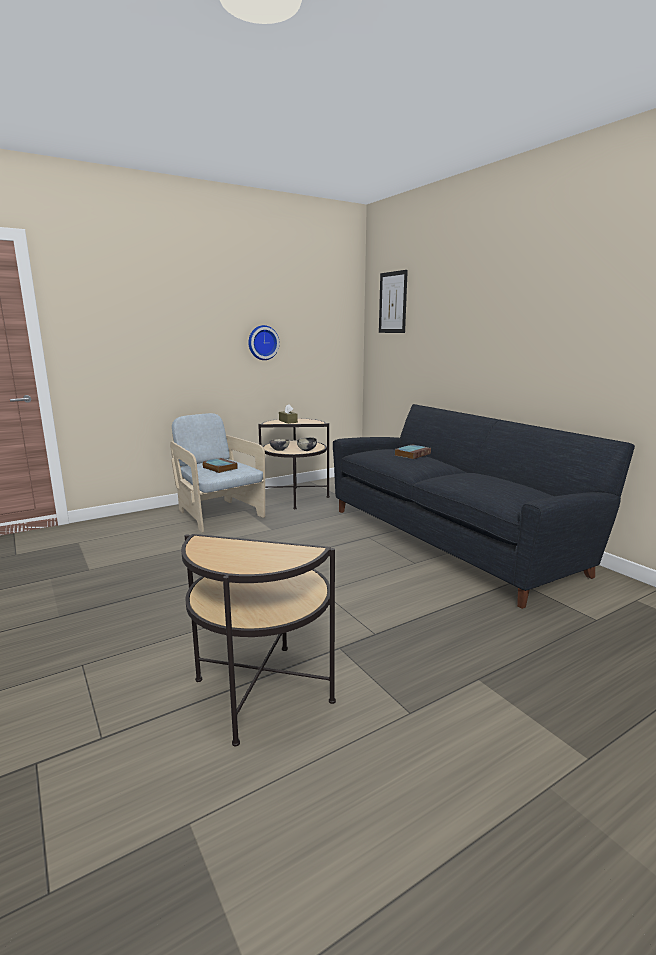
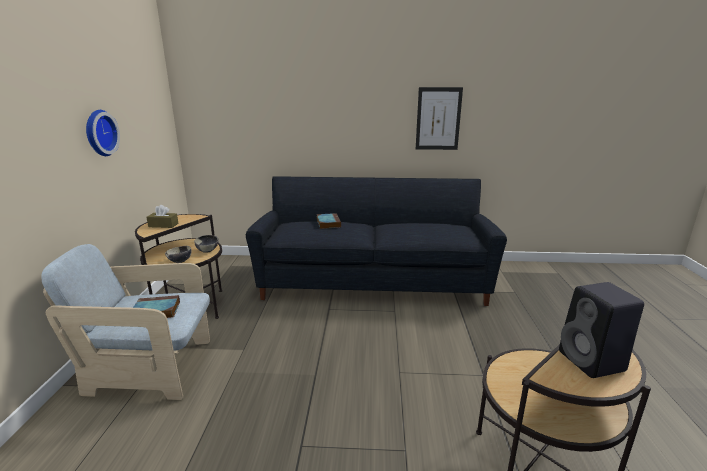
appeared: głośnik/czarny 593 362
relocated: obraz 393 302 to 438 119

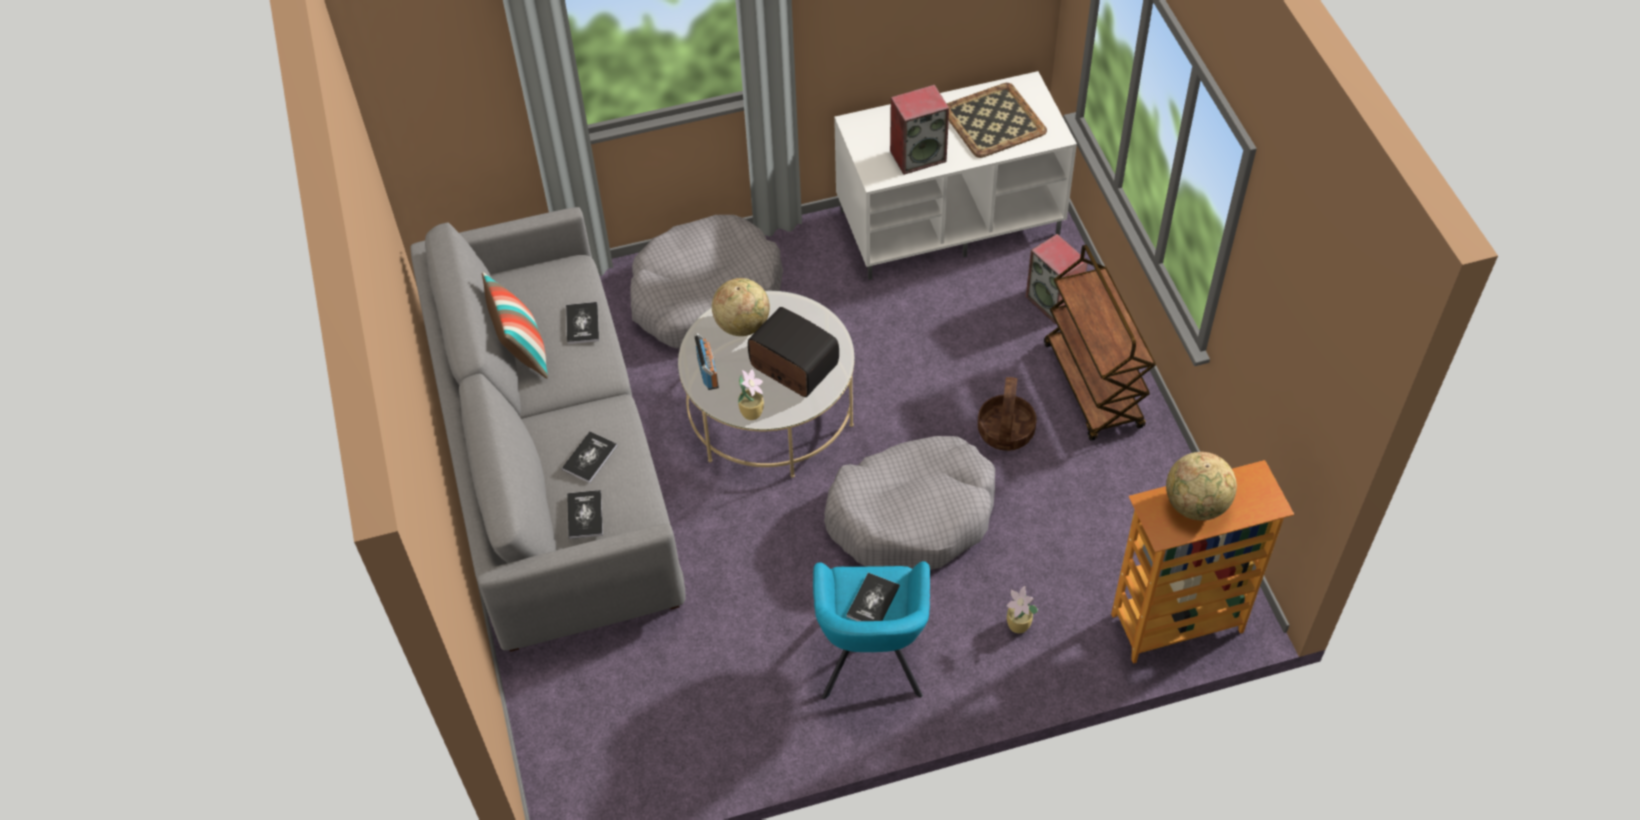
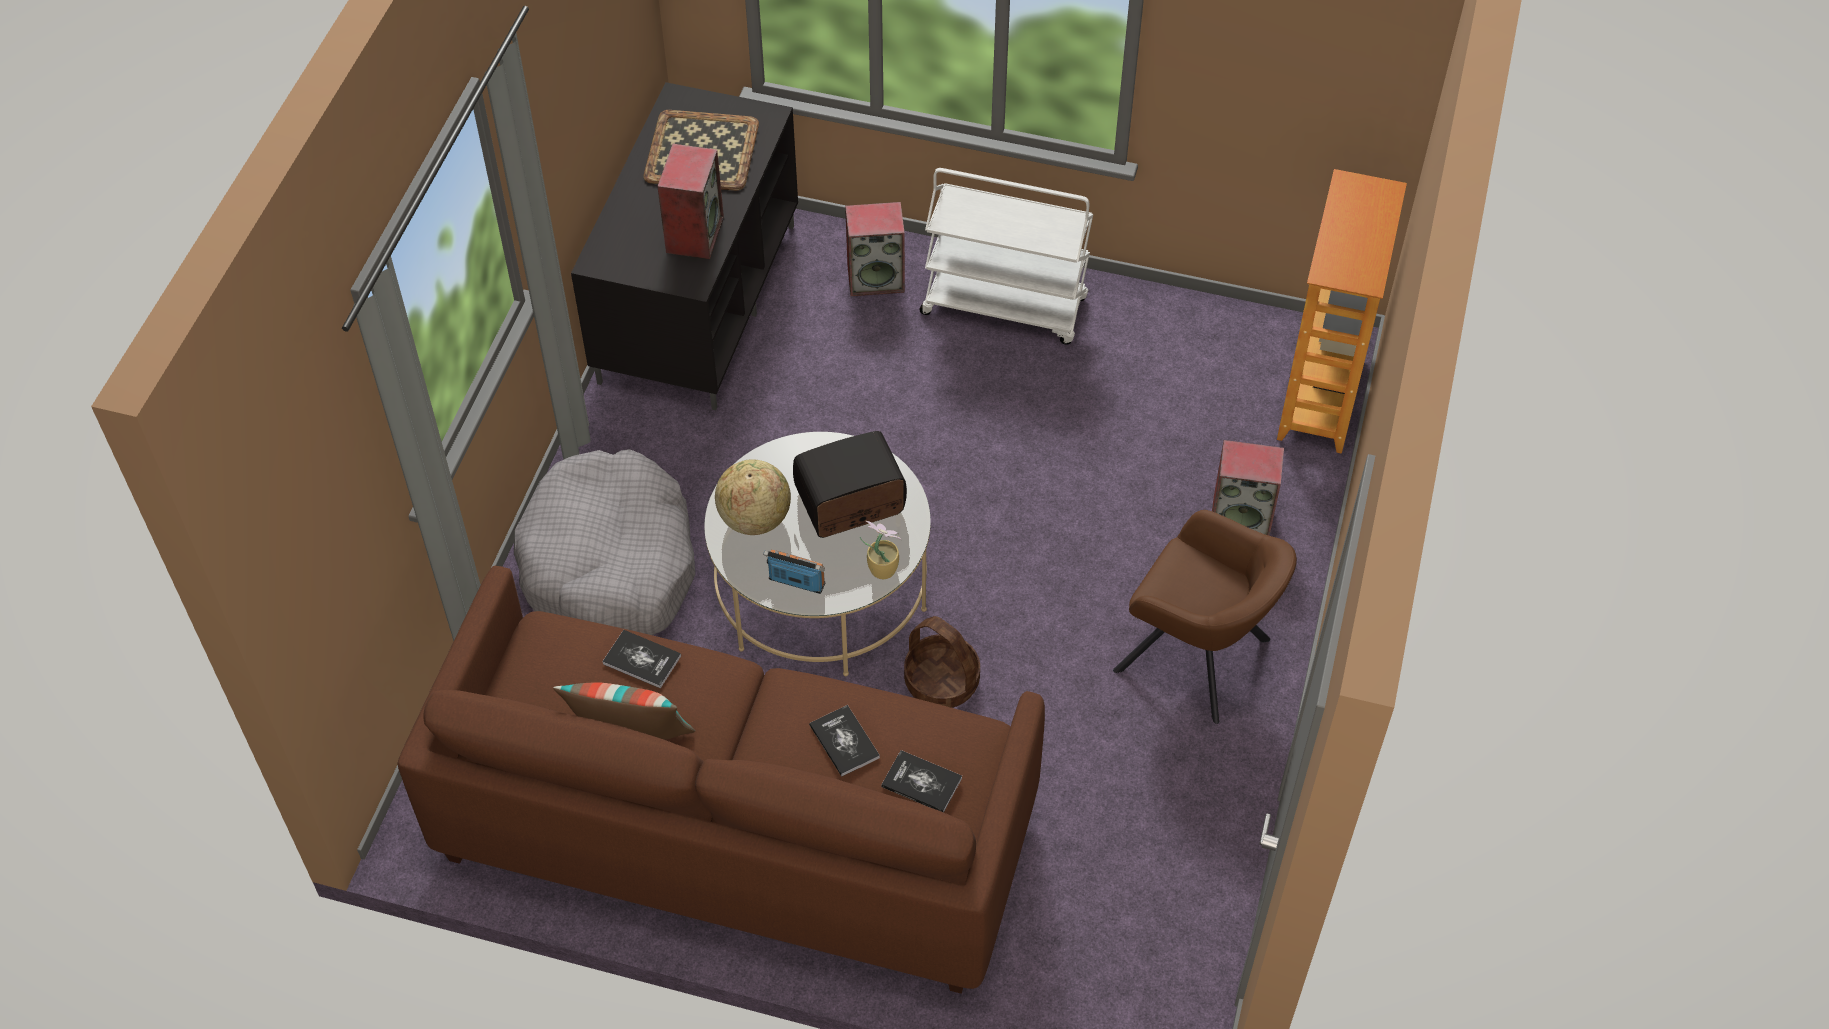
missing: legowisko/szary 912 515; książka 873 601; globus 1196 505
relocated: koszyk 1006 431 to 942 681
exchanged: roślina doniczkowa 1018 626 to głośnik 1241 518
colour: kanapa/szary 555 467 to kanapa/brązowy 736 829; szafka pod telewizor/biały 950 220 to szafka pod telewizor/czarny 697 300; wózek/brązowy 1093 386 to wózek/biały 1005 306; fotel/turkusowy 871 659 to fotel/brązowy 1198 657

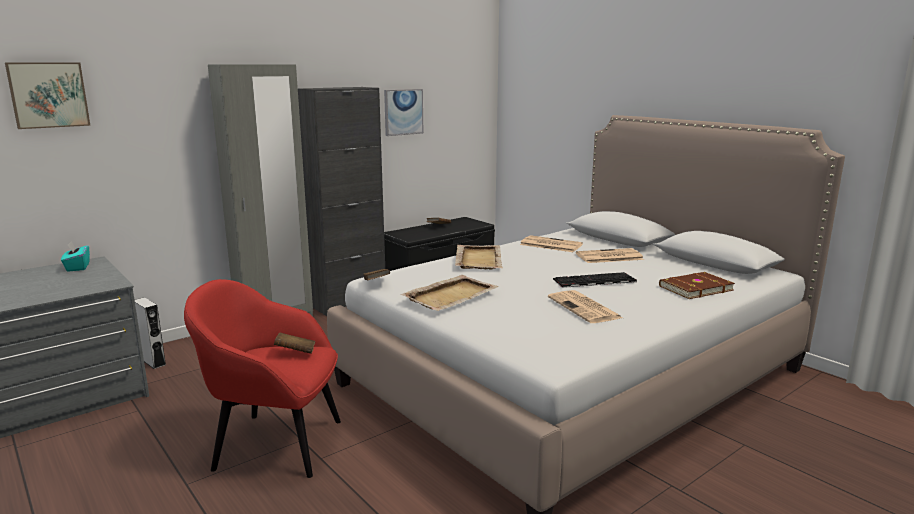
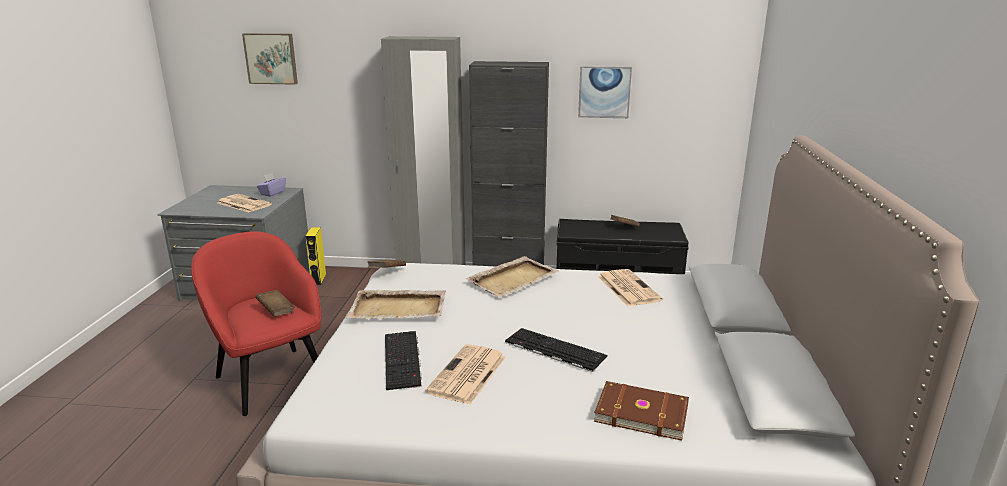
appeared: klawiatura 403 360
relocated: gazeta 608 257 to 243 204
colour: pudełko chusteczek/turkusowy 77 267 to pudełko chusteczek/fioletowy 272 193; głośnik/szary 153 362 to głośnik/żółty 318 279

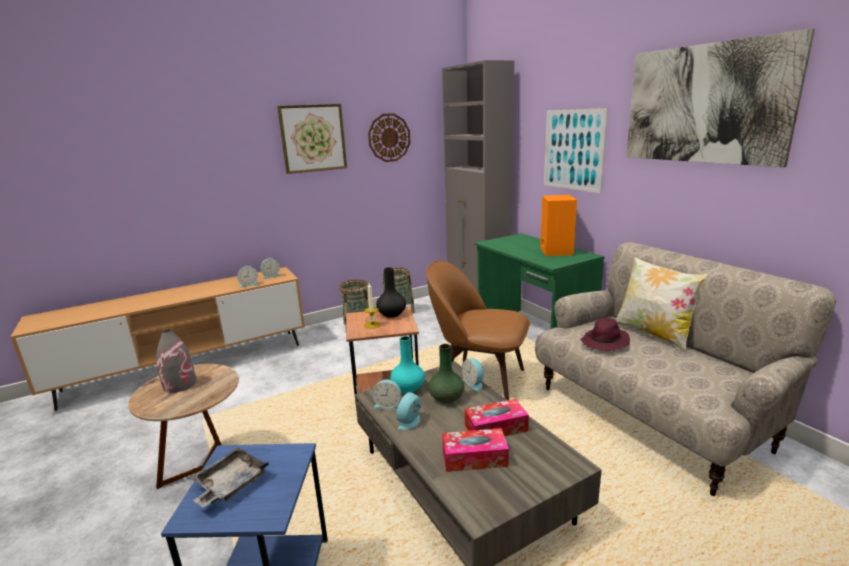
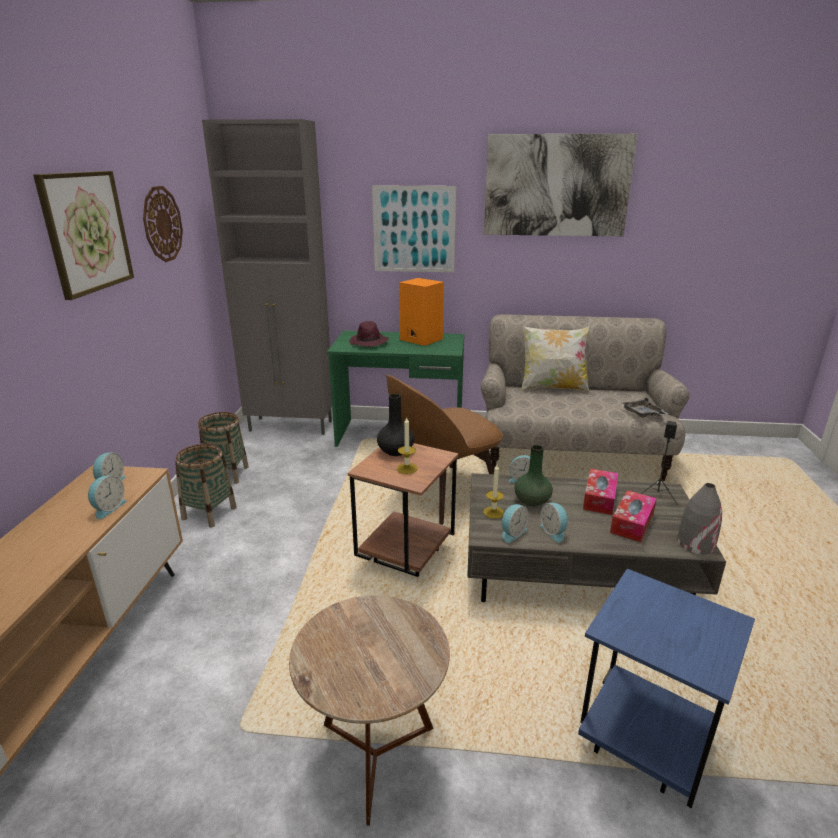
appeared: głośnik/czarny 658 495
relocated: kapelusz/fioletowy 605 342 to 369 342; taca/szary 229 484 to 643 414; wazon/szary 180 384 to 695 543
exchanged: wazon/turkusowy 408 388 to świeca 493 512

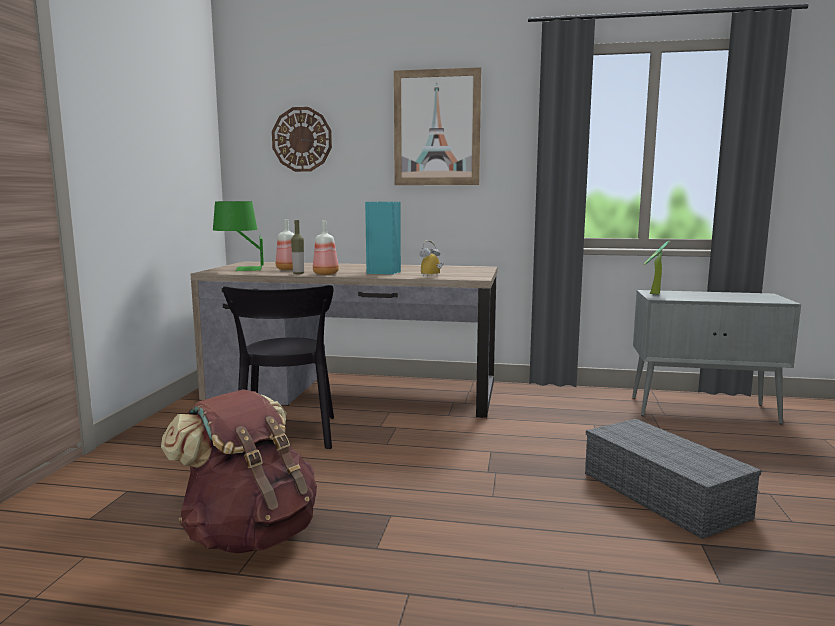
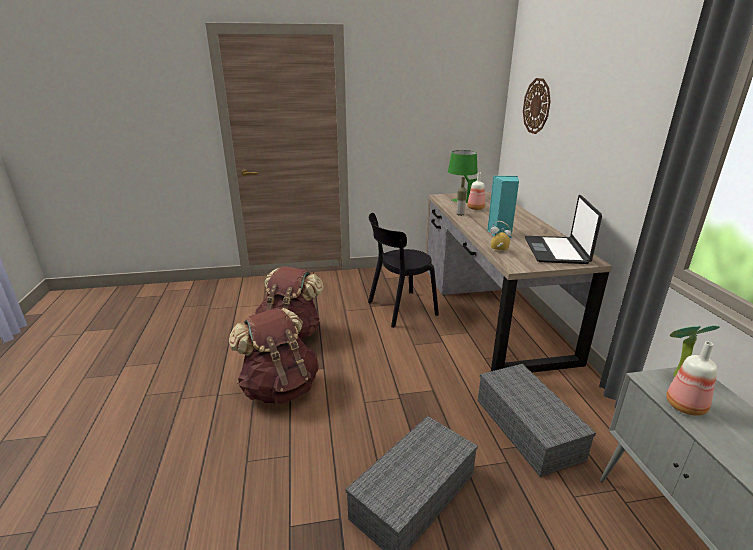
missing: obraz 437 128
appeared: plecak/brązowy 280 388; pojemnik do przechowywania/szary 529 429; laptop 556 251
relocated: butelka 326 274 to 686 406

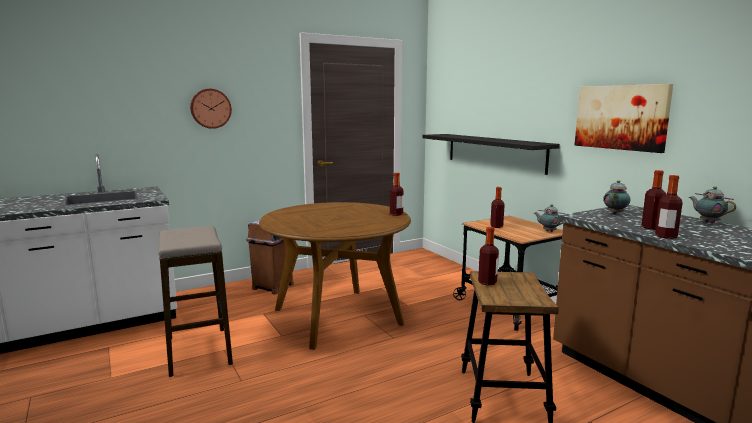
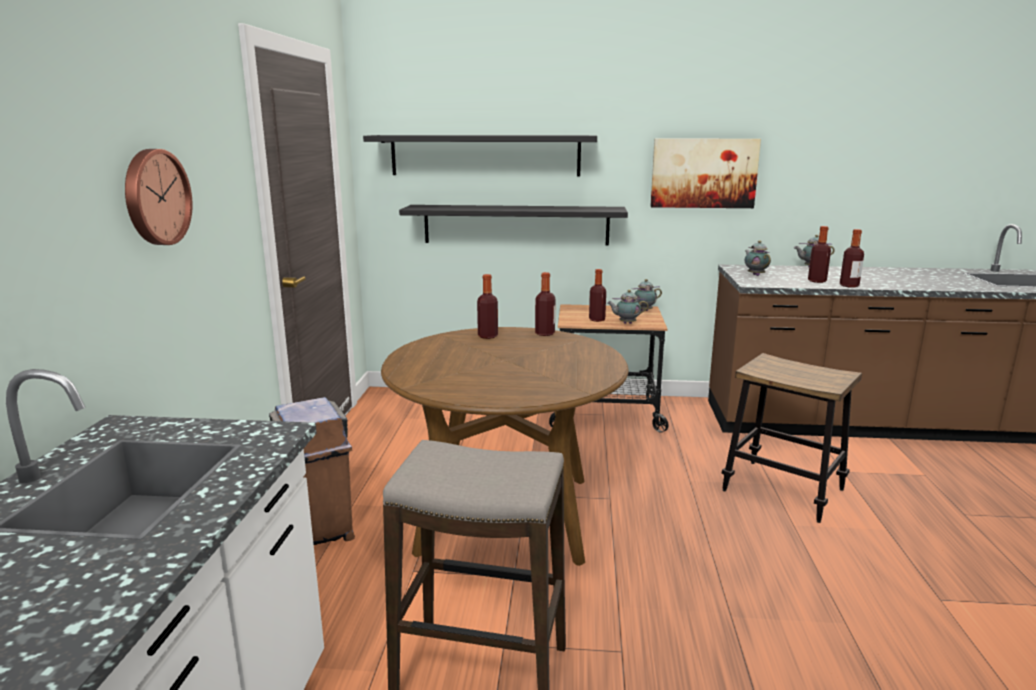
appeared: półka/czarny 485 155; imbryk 626 323
relocated: butelka 487 282 to 487 336

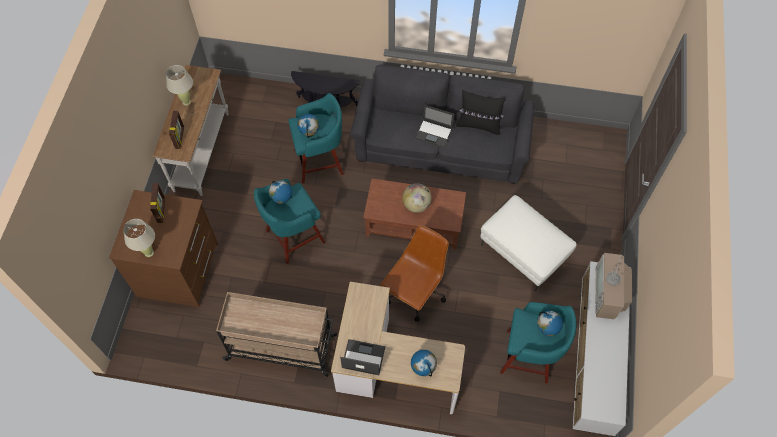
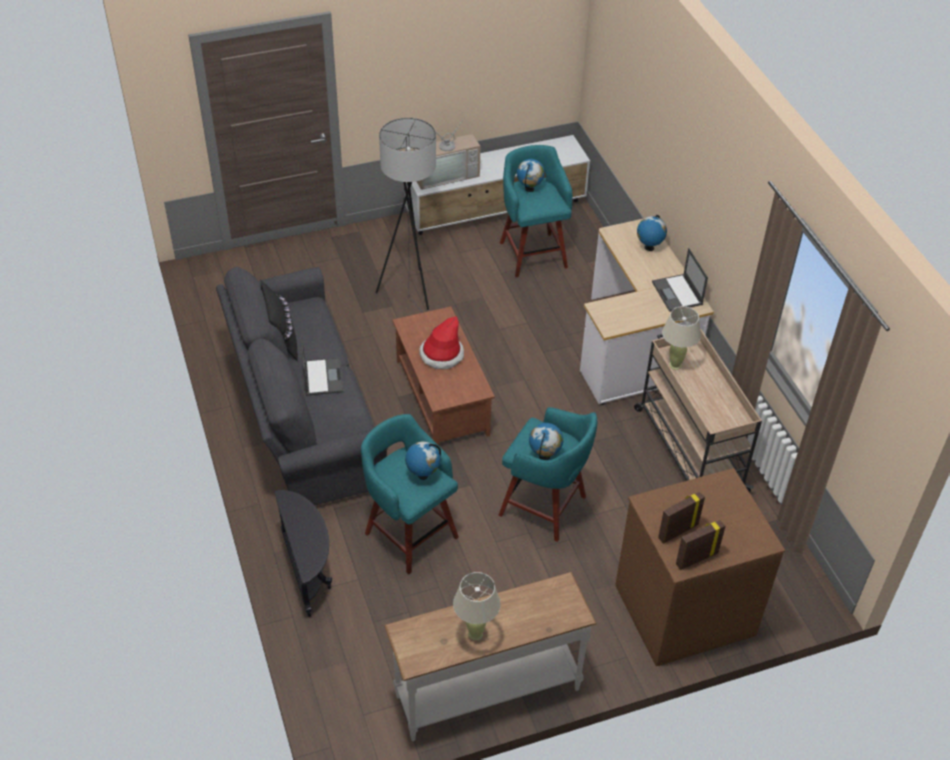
missing: krzesło biurowe/brązowy 414 294
relocated: lampa stołowa/beżowy 149 252 to 675 365; ramka na zdjęcie 180 137 to 696 558
exchanged: pufa/biały 523 252 to lampa stojąca/szary 411 293; globus 416 205 to kapelusz 441 355

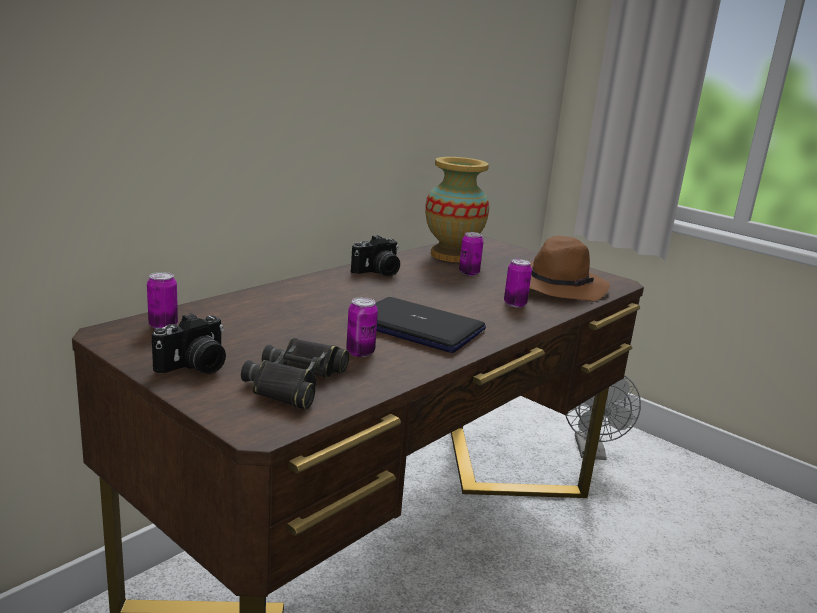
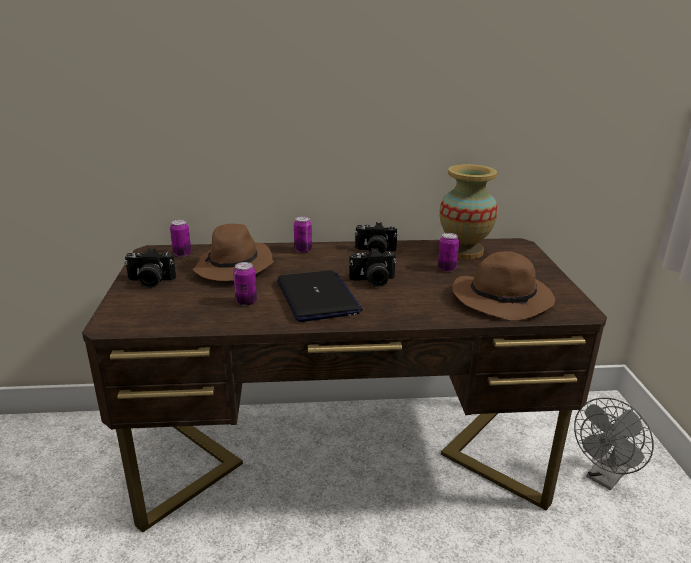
missing: lornetka/czarny 295 382
appeared: kapelusz/brązowy 234 267; aparat fotograficzny 373 281
relocated: puszka 515 304 to 303 250

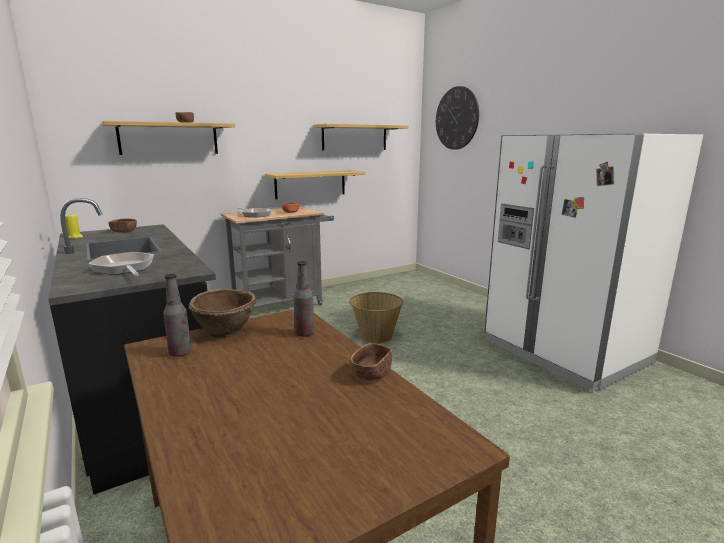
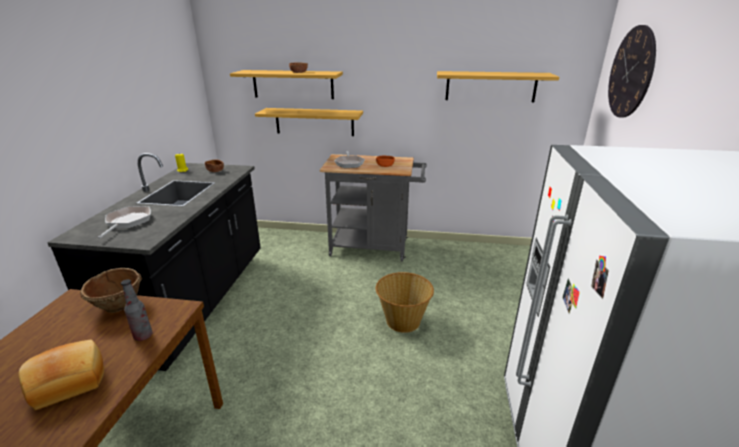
missing: butelka 180 353; miska/brązowy 371 374
appeared: chleb 69 381
relocated: półka 310 184 to 314 122

